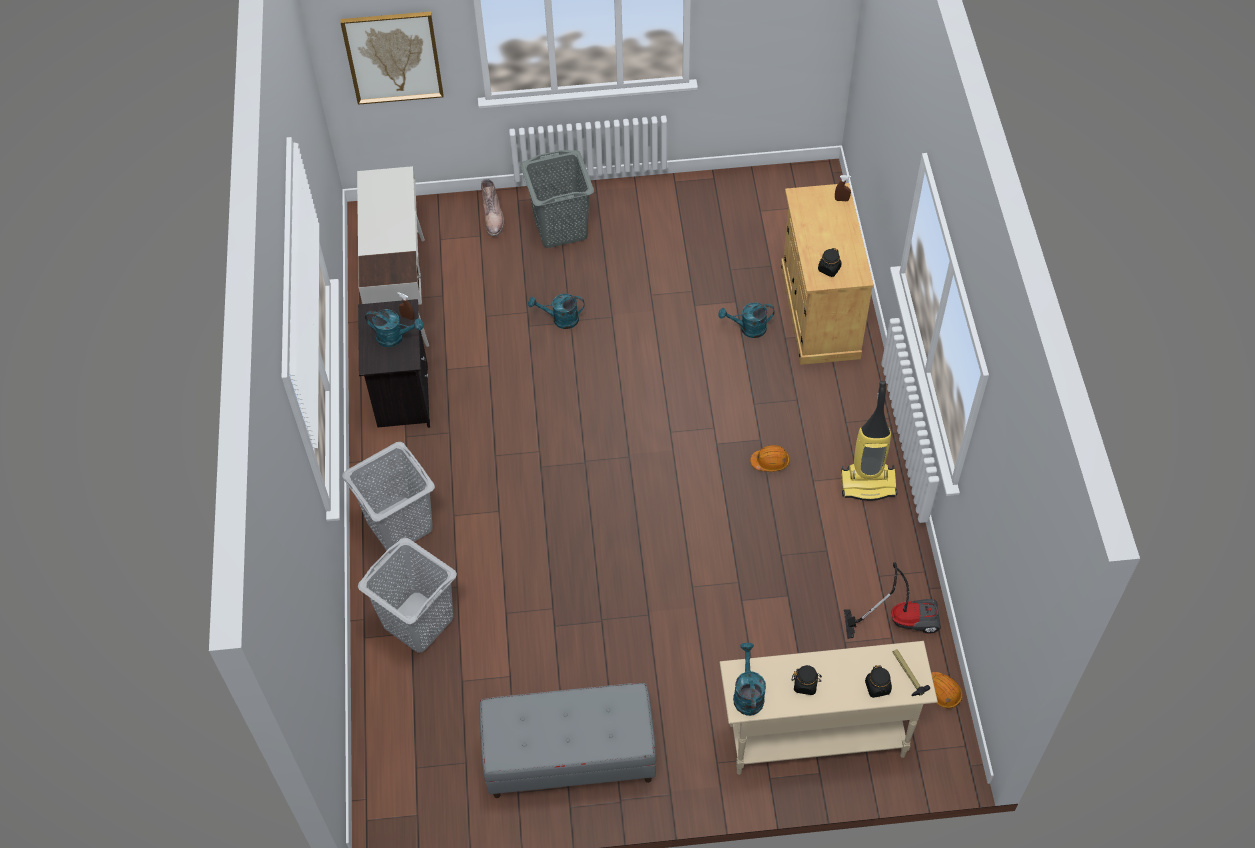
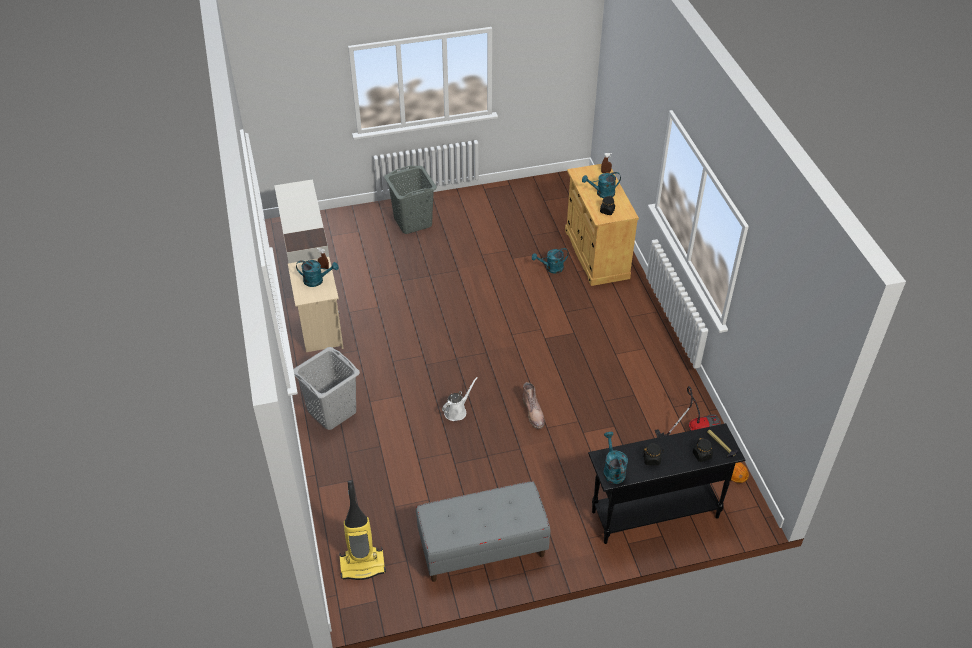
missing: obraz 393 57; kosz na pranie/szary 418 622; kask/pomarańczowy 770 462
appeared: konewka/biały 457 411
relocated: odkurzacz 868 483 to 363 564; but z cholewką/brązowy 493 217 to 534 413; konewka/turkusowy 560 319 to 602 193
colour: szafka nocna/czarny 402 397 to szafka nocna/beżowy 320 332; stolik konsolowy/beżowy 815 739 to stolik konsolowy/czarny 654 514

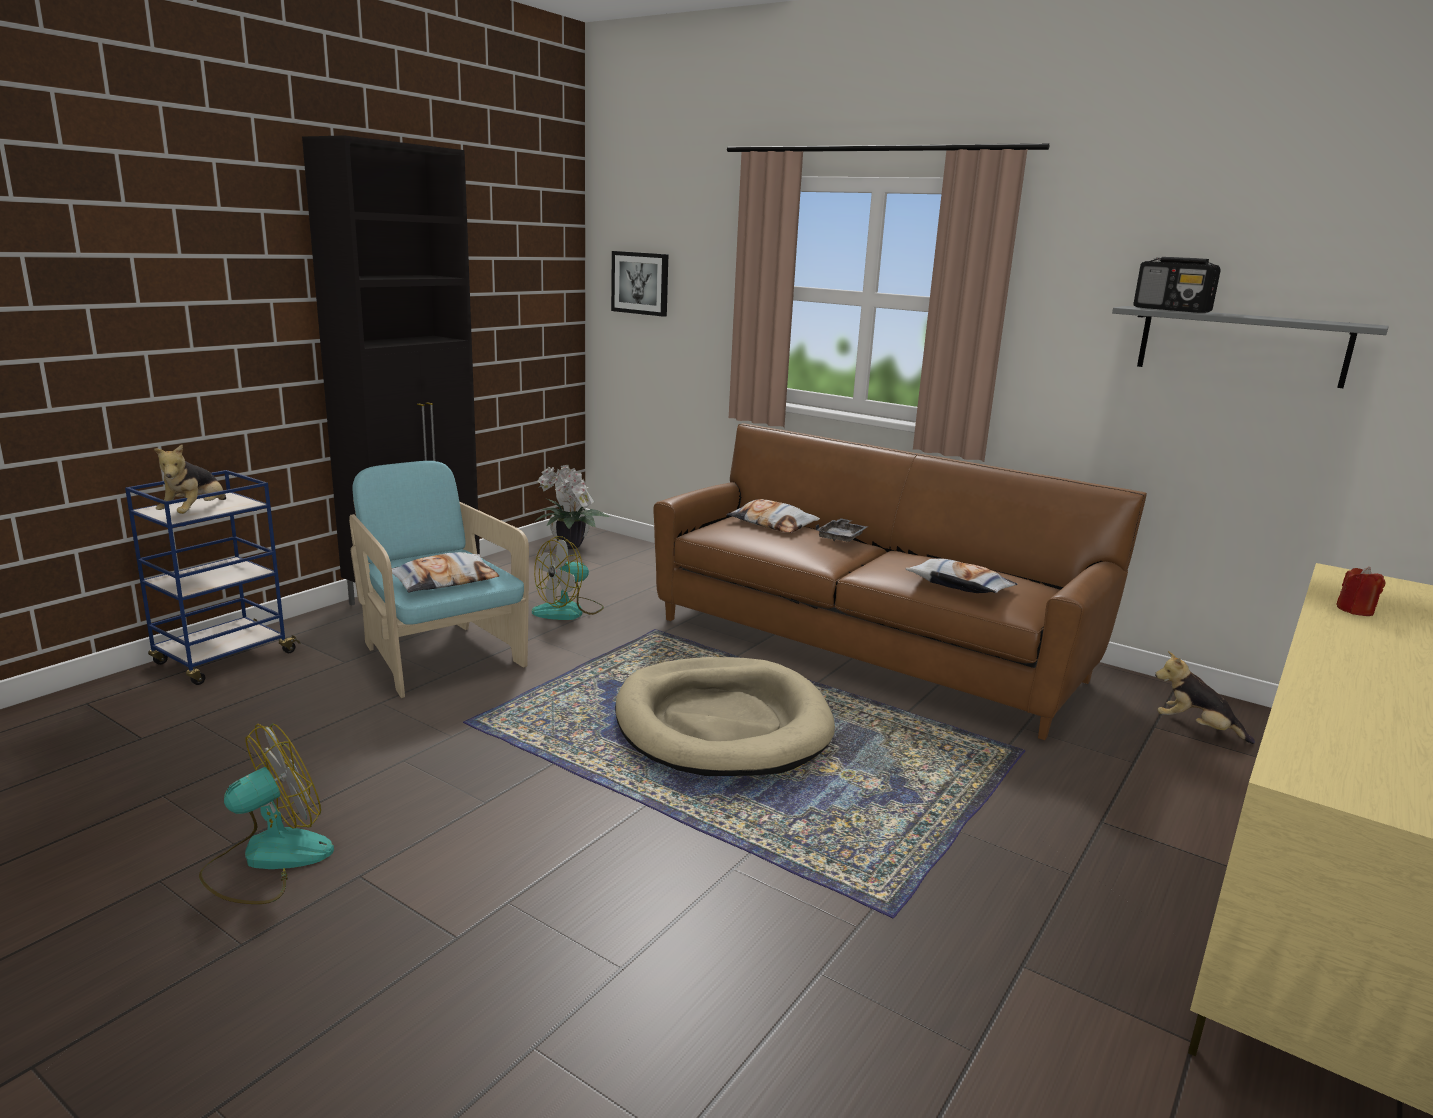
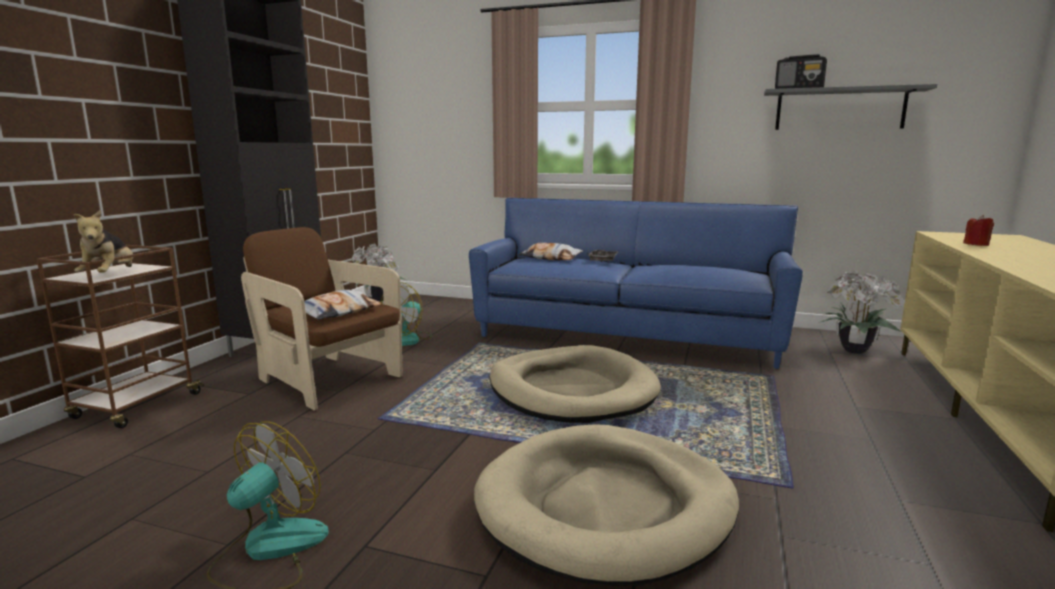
missing: obraz 640 283; poduszka 959 585
appeared: legowisko/beżowy 606 507
exchanged: pluszak 1196 728 to roślina doniczkowa 852 350
colour: wózek/niebieski 223 659 to wózek/brązowy 136 406; fotel/turkusowy 440 657 to fotel/brązowy 328 380; kanapa/brązowy 867 649 to kanapa/niebieski 627 335

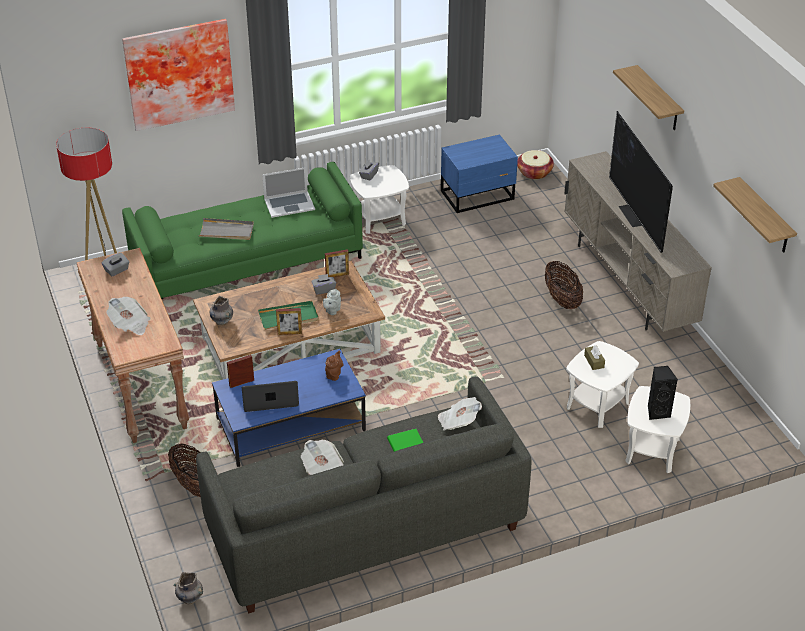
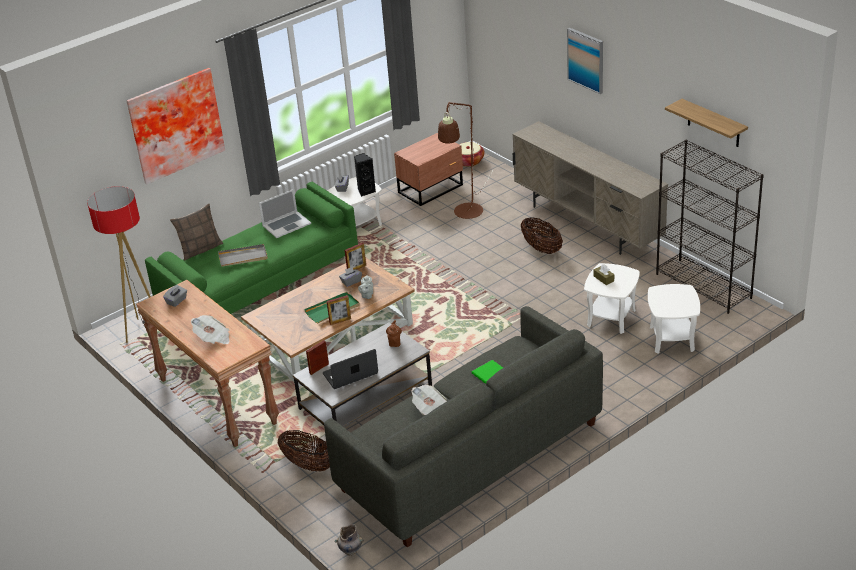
missing: wazon/szary 222 321; gazeta 458 422; telewizor 635 215
appeared: poduszka 200 249; lampa stojąca/brązowy 466 215; regał/czarny 704 286
relocated: głośnik/czarny 657 412 to 365 191
exchanged: półka 658 99 to obraz 586 60
colour: ława/niebieski 289 425 to ława/szary 365 397; szafka nocna/niebieski 478 195 to szafka nocna/brązowy 432 189

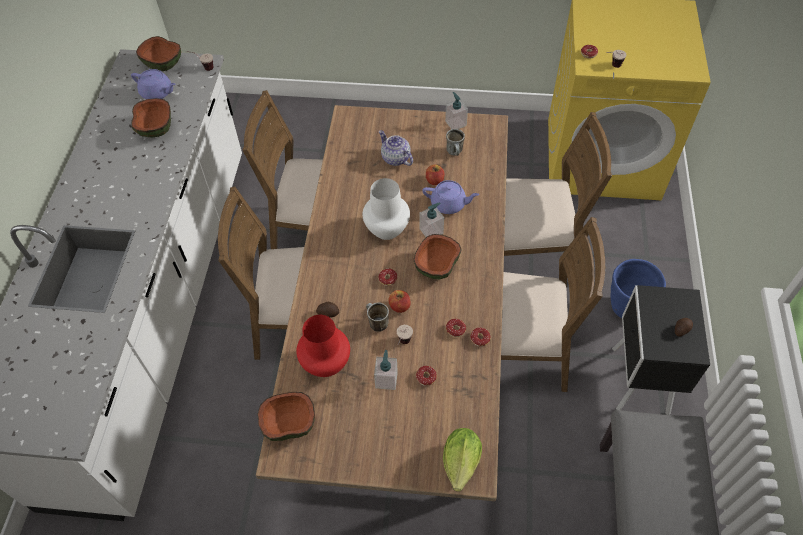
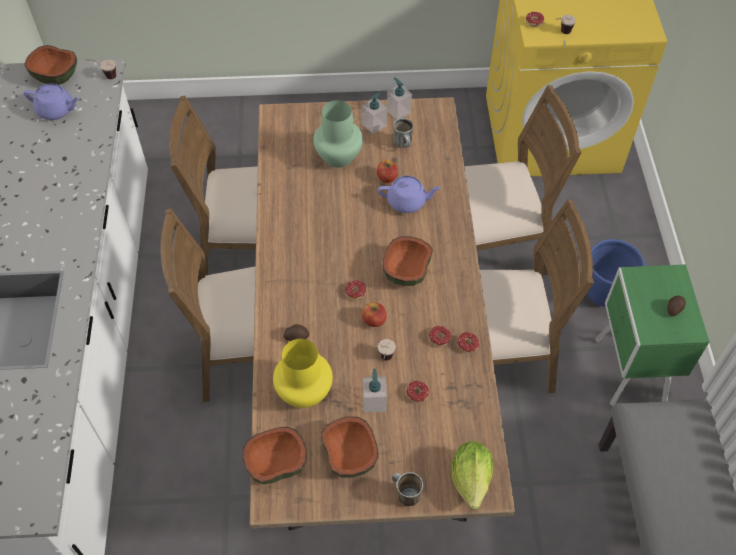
missing: wazon/biały 386 228
relocated: miska 155 128 to 349 456; dozownik mydła 431 231 to 374 125; kubek 376 323 to 404 494
exchanged: imbryk 395 158 to wazon/zielony 339 157
colour: wazon/czerwony 325 363 to wazon/żółty 303 393; szafka nocna/czarny 639 382 to szafka nocna/zielony 629 372

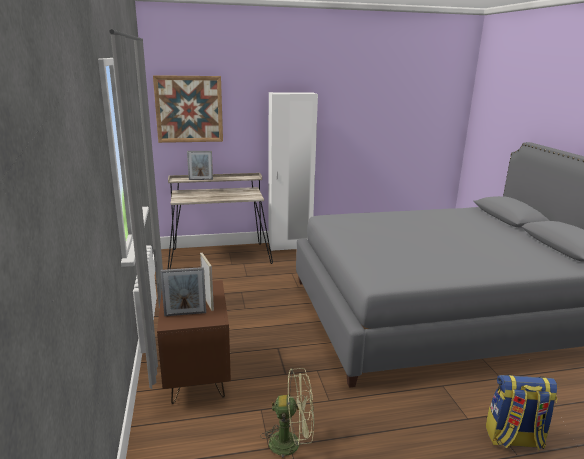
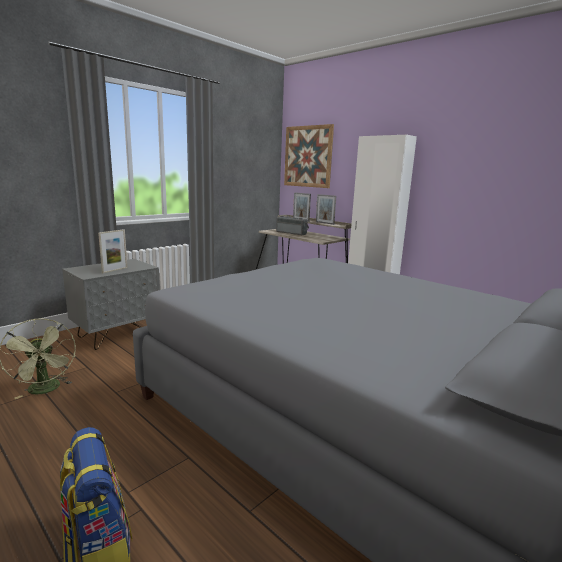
appeared: radio 292 233
relocated: ramka na zdjęcie 185 314 to 324 223
colour: szafka nocna/brązowy 197 376 to szafka nocna/szary 117 335

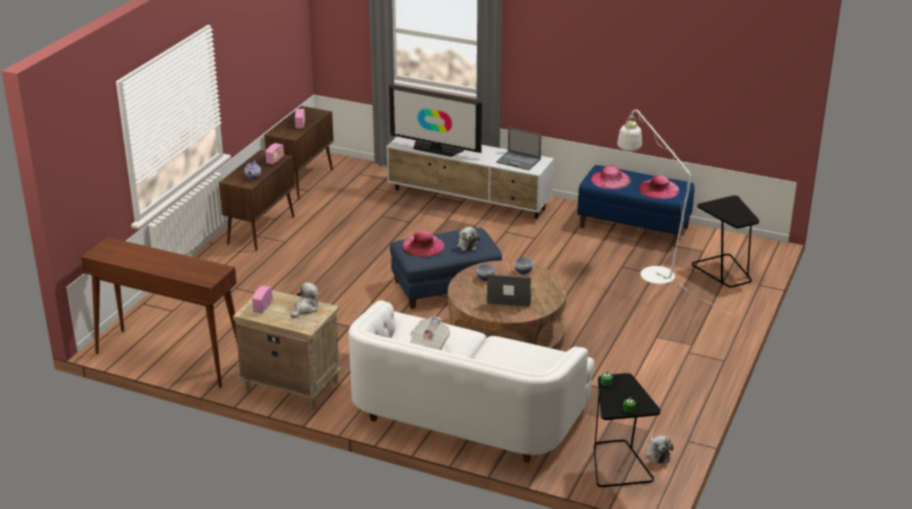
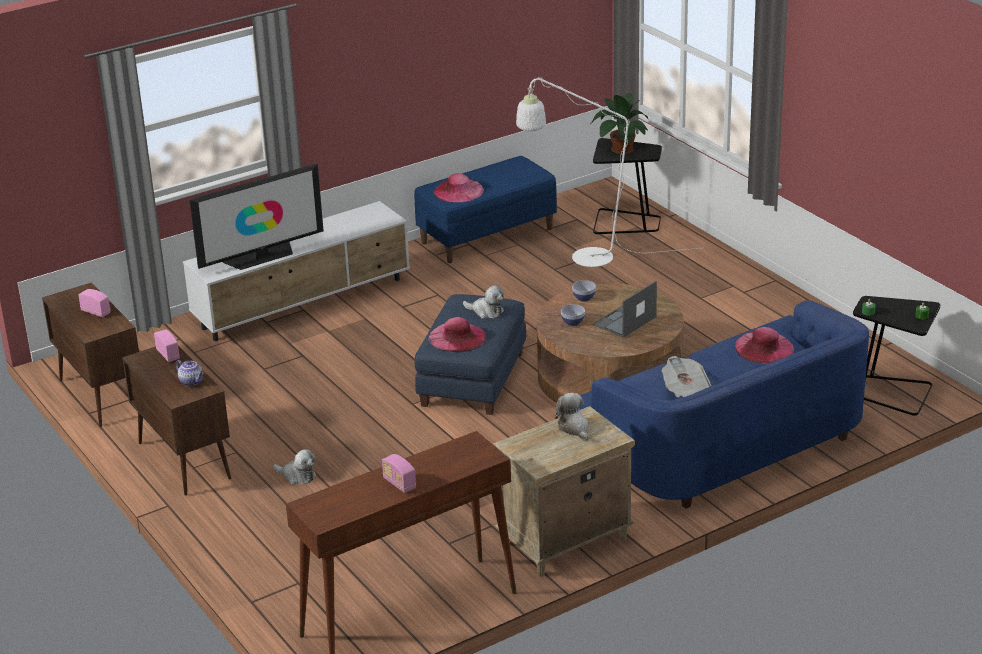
missing: laptop 519 161
appeared: roślina doniczkowa 620 149
relocated: pluszak 657 454 to 297 476; radio 262 306 to 399 484; kapelusz/różowy 659 189 to 764 347
colour: kanapa/biały 466 412 to kanapa/niebieski 726 446

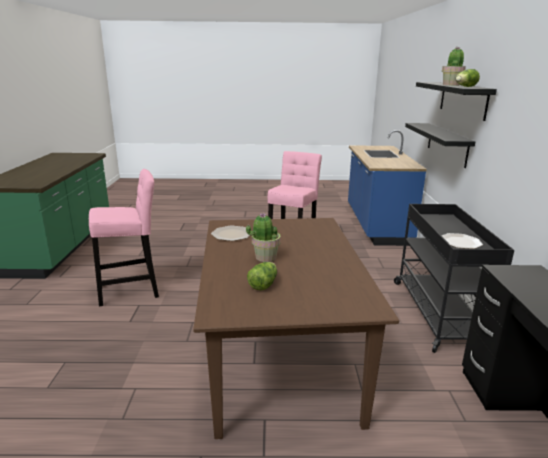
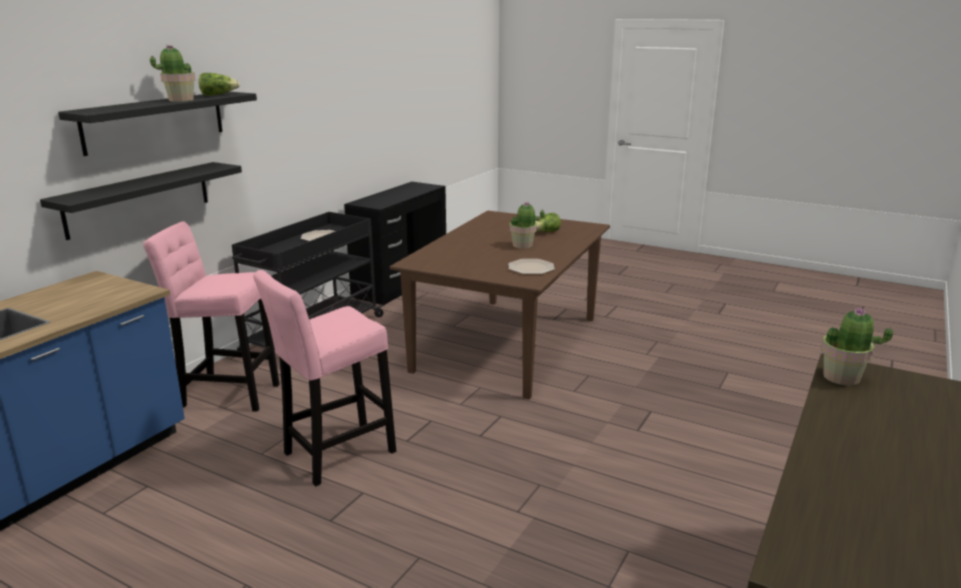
appeared: roślina doniczkowa 842 378
relocated: stołek/różowy 132 291 to 226 394

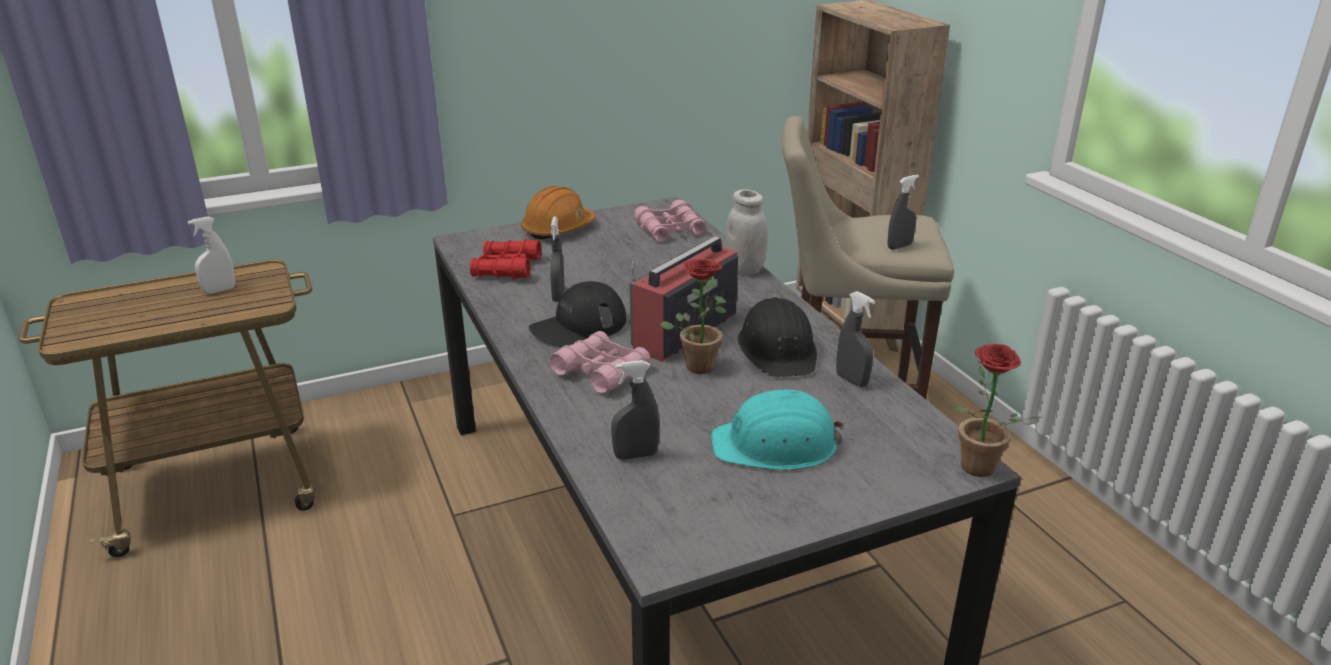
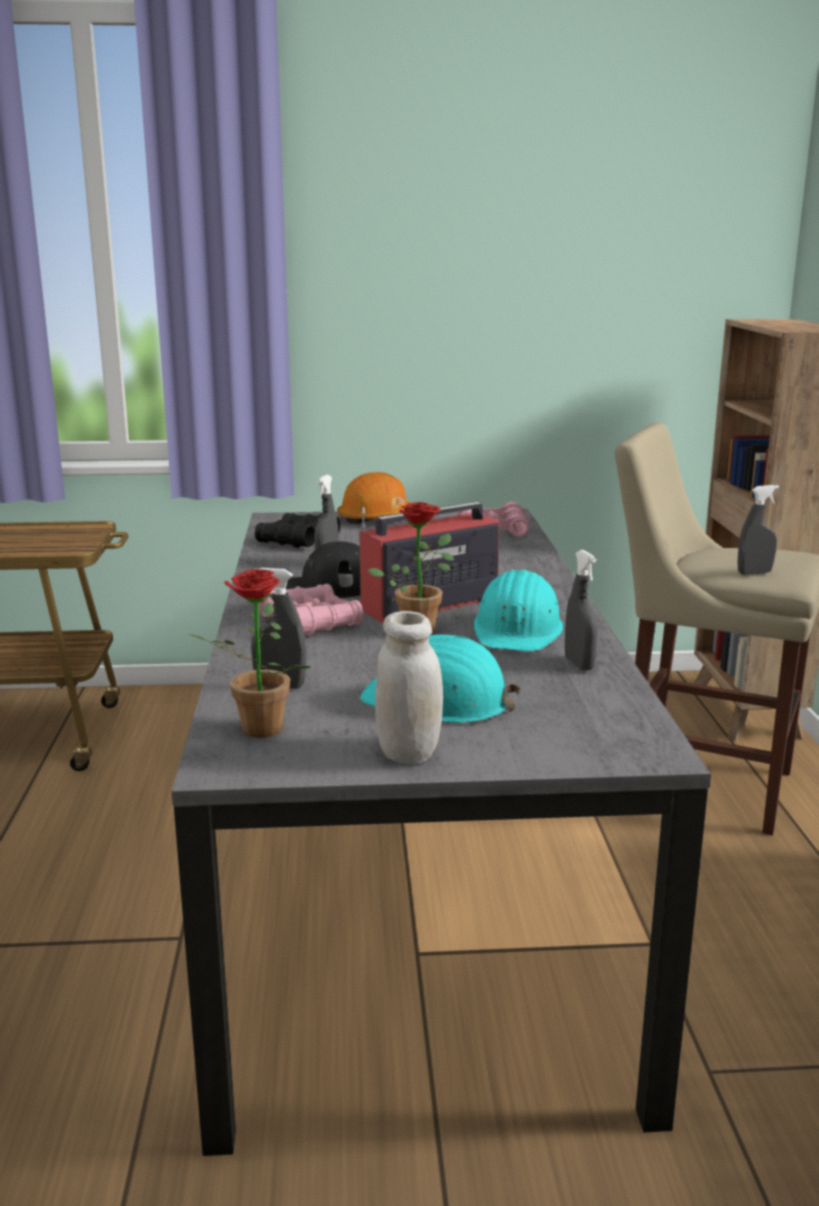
missing: spryskiwacz/biały 219 290
relocated: roślina doniczkowa 975 471 to 254 731; słoik/biały 745 269 to 408 752
colour: lornetka/czerwony 506 268 to lornetka/czarny 297 540; kask/czarny 778 350 to kask/turkusowy 518 630

